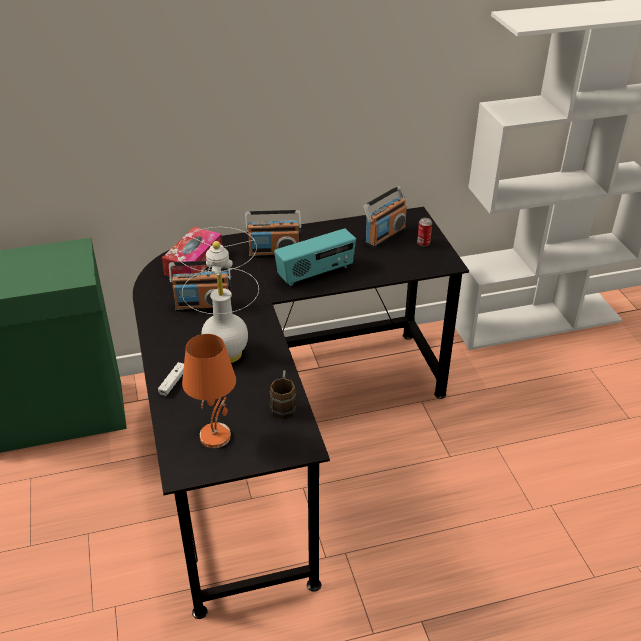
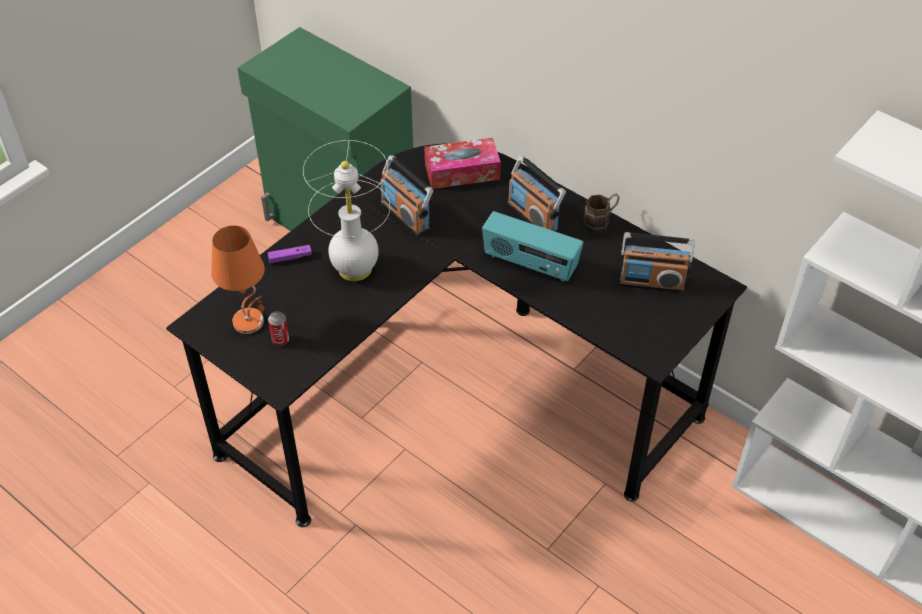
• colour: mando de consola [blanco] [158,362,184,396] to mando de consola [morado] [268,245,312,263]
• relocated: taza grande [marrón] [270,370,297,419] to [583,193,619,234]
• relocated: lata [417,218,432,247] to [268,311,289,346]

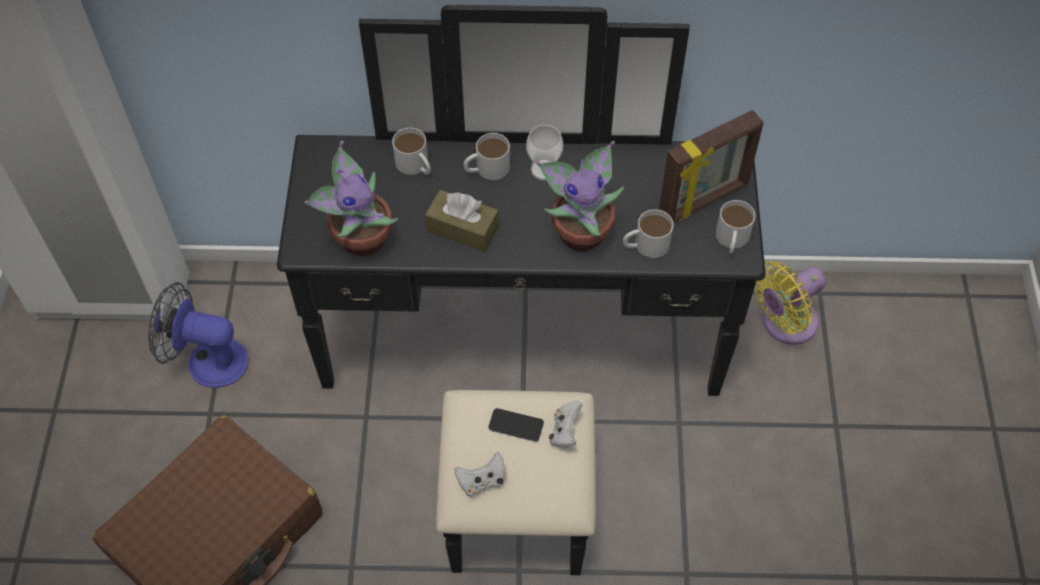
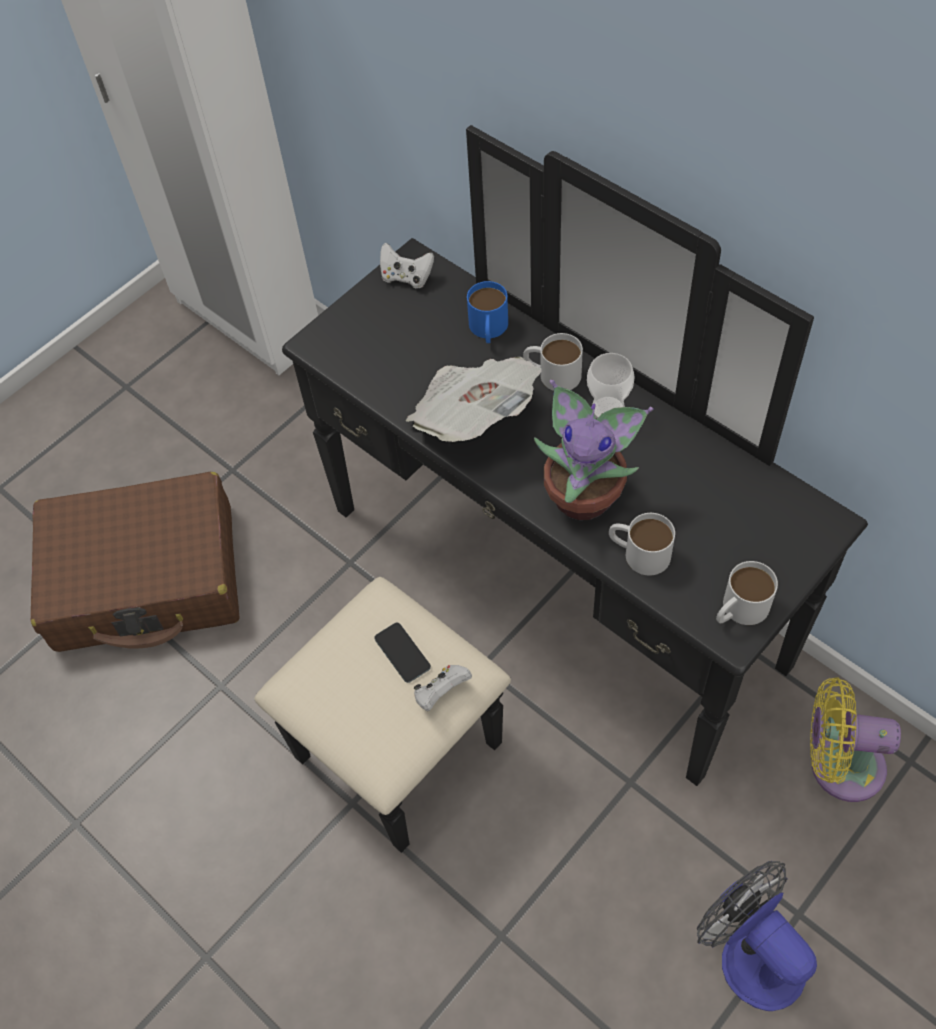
• relocated: ventilador [148,282,249,388] to [697,861,817,1011]
• missing: planta en maceta [305,140,398,256]
• colour: taza grande [blanco] [392,128,431,175] to taza grande [azul] [467,281,508,343]
• exchanged: caja de pañuelos [marrón] [425,190,499,252] to periódico [405,357,542,442]
• relocated: mando de consola [blanco] [454,452,505,497] to [380,243,434,289]
• missing: portarretratos [659,110,764,222]

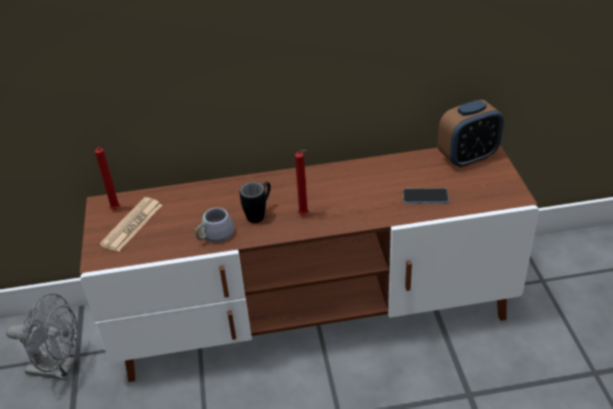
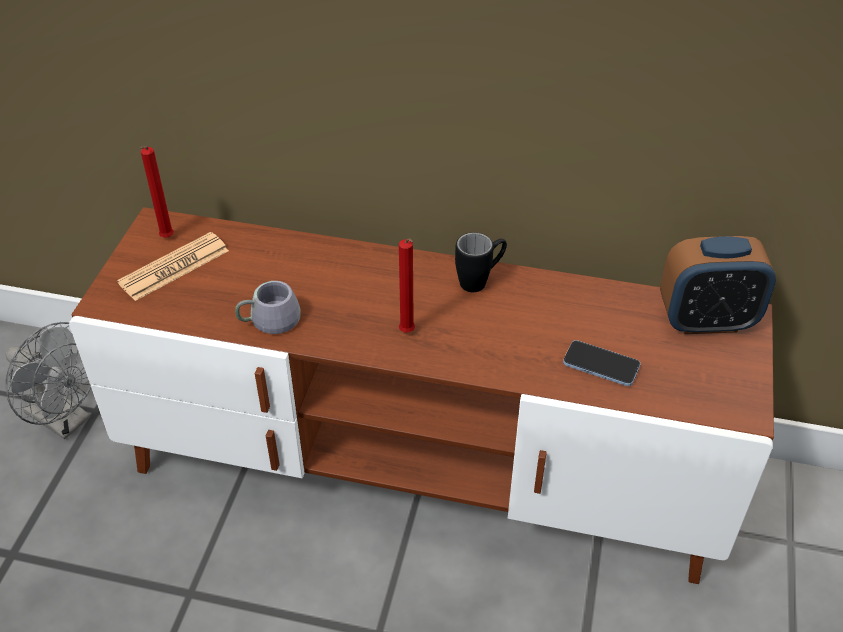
• relocated: taza grande [negro] [240,182,271,223] to [455,232,507,292]

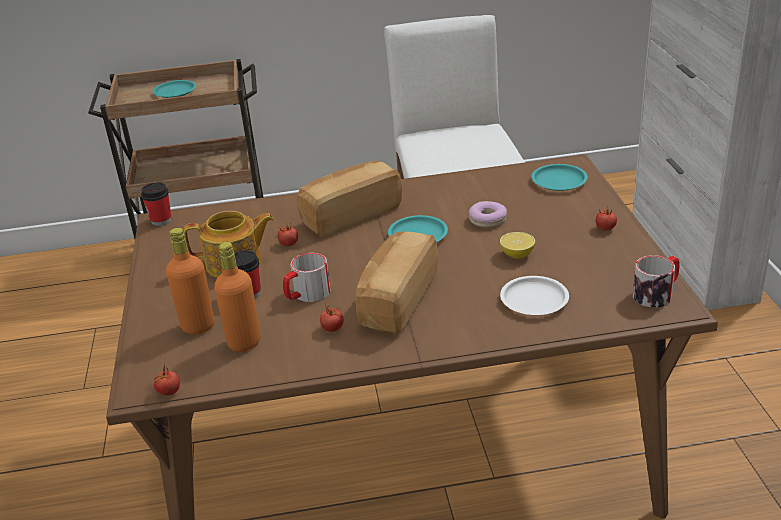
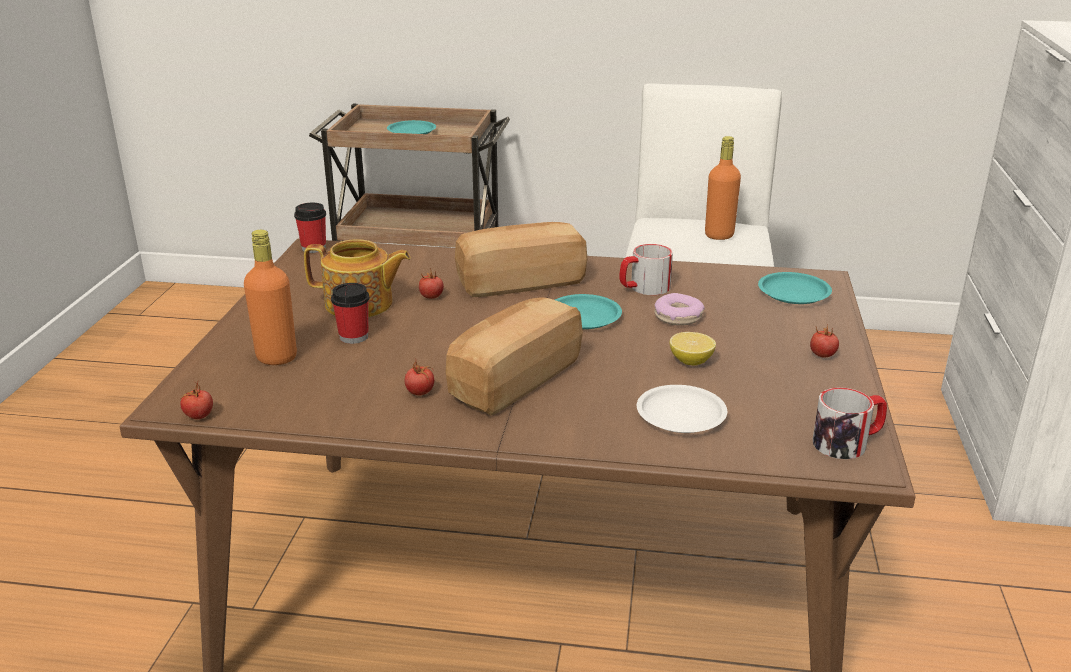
• relocated: botella [naranja] [214,242,260,352] to [705,136,741,240]
• relocated: taza grande [283,253,331,302] to [619,244,673,295]

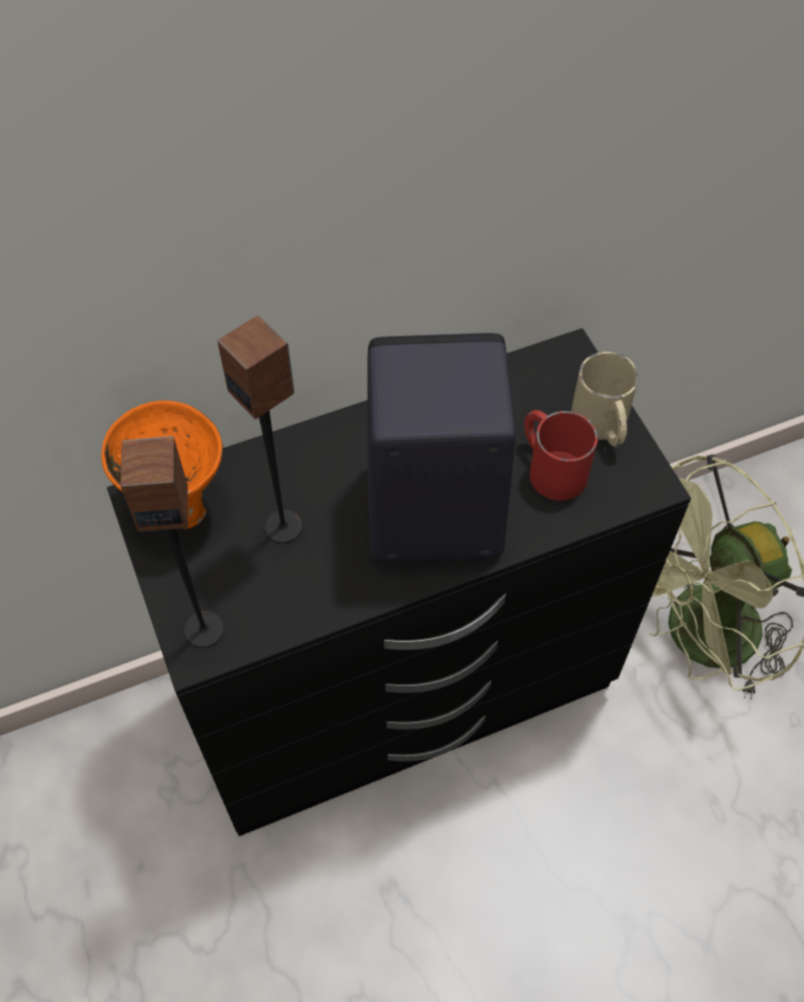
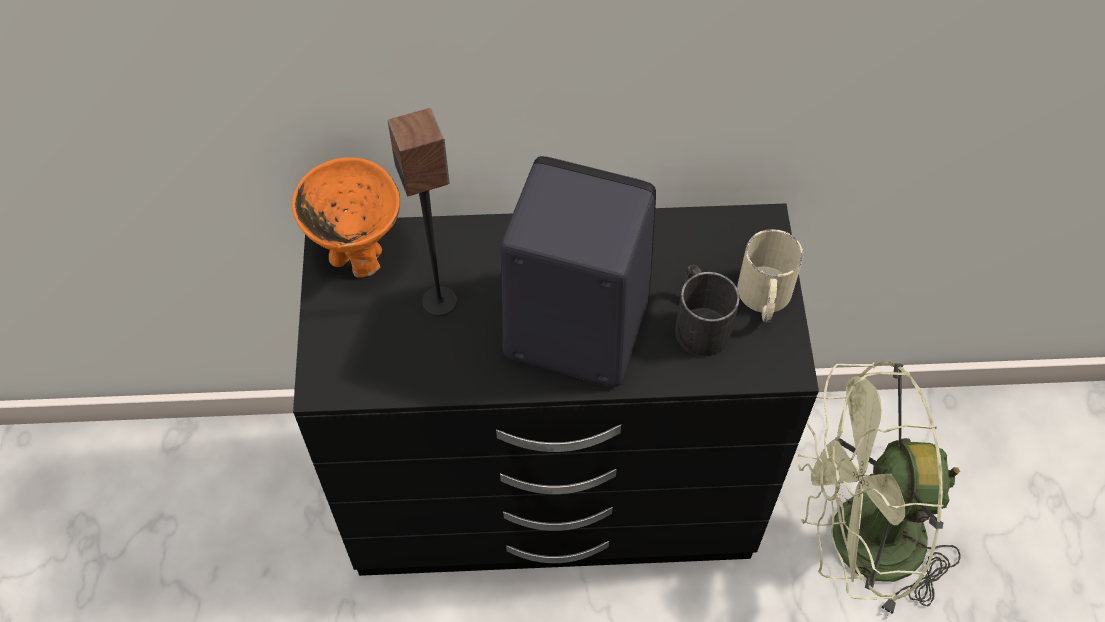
• missing: altavoz [121,436,224,648]
• colour: taza grande [rojo] [524,410,598,500] to taza grande [negro] [675,265,740,357]

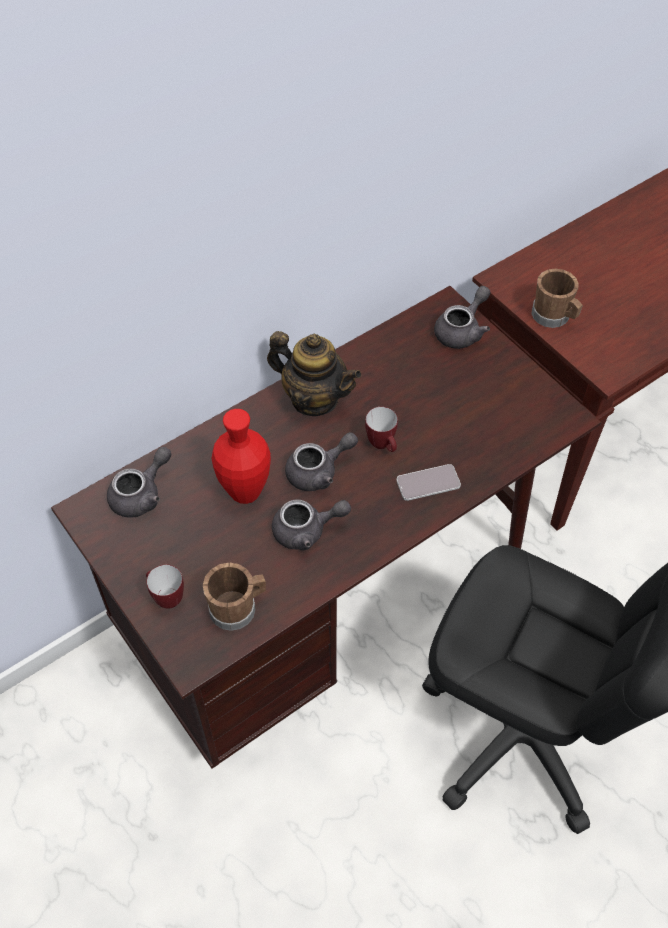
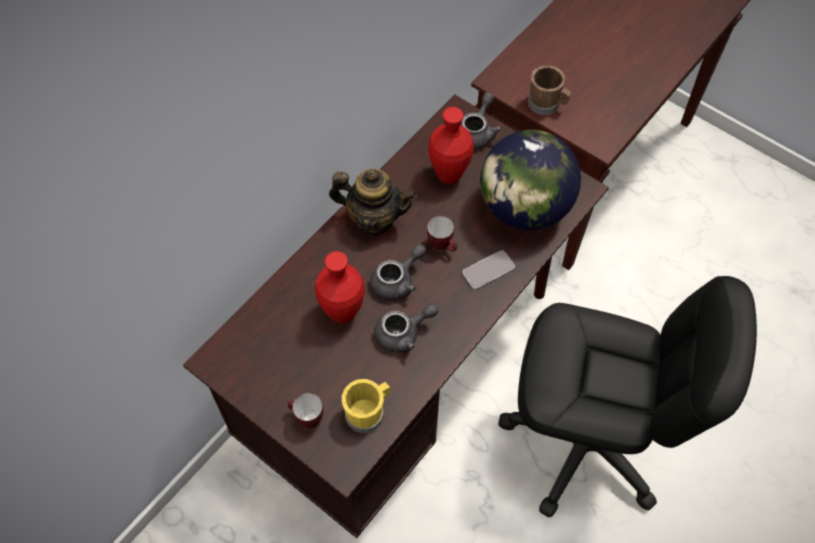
• missing: tetera [gris] [107,447,171,518]
• colour: taza grande [marrón] [203,563,266,631] to taza grande [amarillo] [342,379,390,433]
• appeared: florero [rojo] [428,107,474,184]
• appeared: globo terráqueo [480,130,581,230]

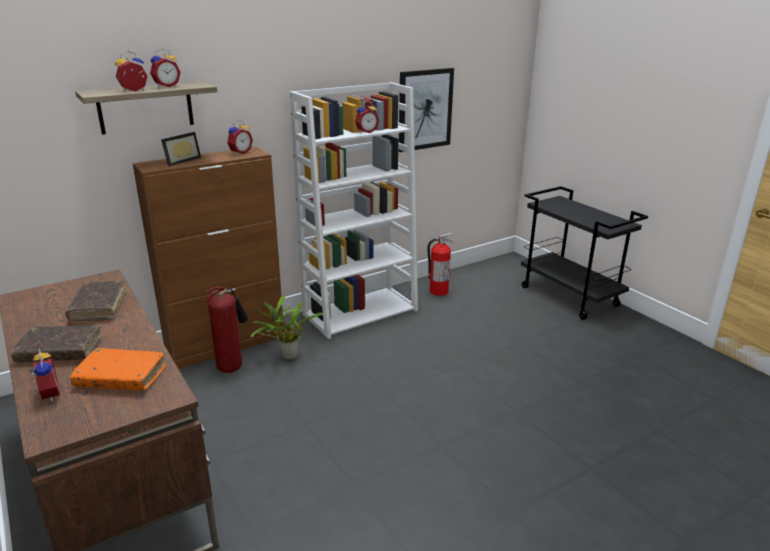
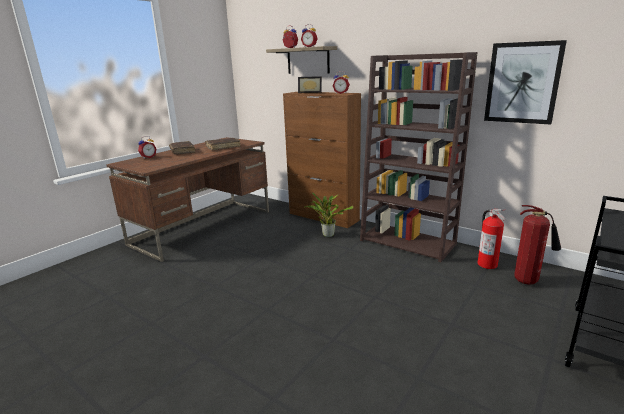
• missing: libro [naranja] [70,348,166,391]
• relocated: extintor [205,287,248,373] to [515,205,561,285]
• colour: estantería [blanco] [290,82,418,339] to estantería [marrón] [360,52,478,262]
• missing: despertador [355,101,379,133]

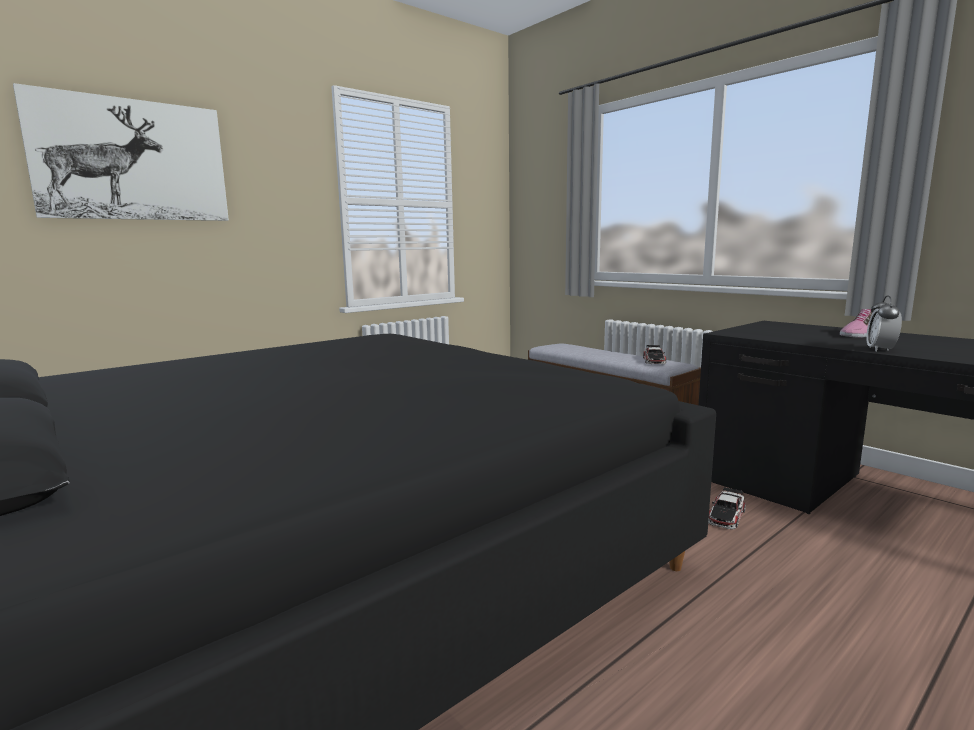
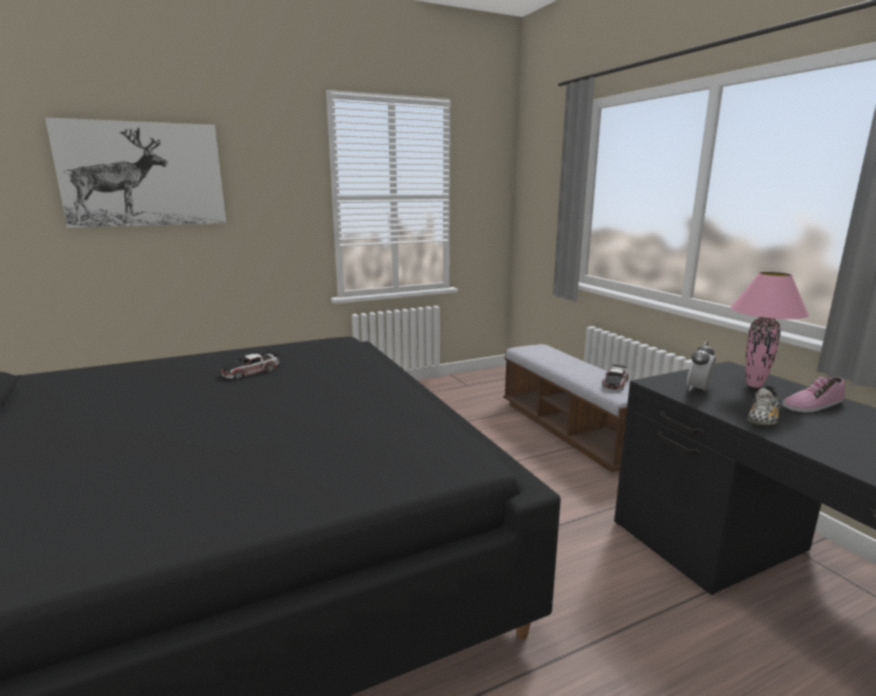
• relocated: coche de juguete [708,487,746,529] to [221,350,279,379]
• relocated: despertador [866,295,902,352] to [687,341,716,391]
• appeared: lámpara de mesa [rosa] [730,272,809,388]
• appeared: zapato [747,385,780,425]

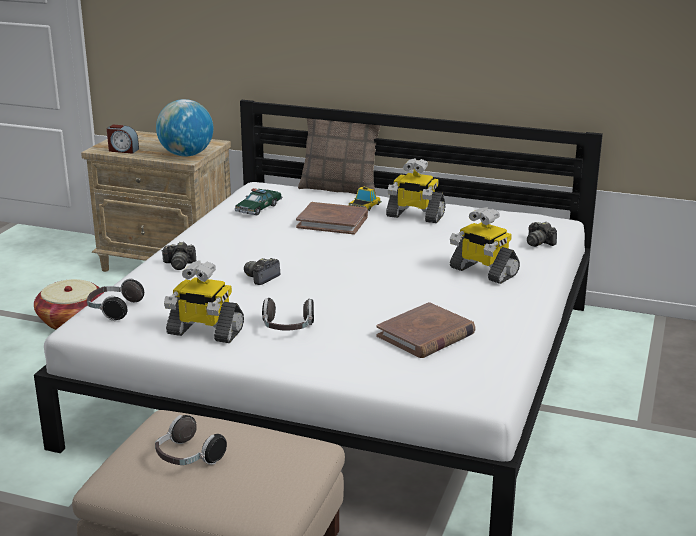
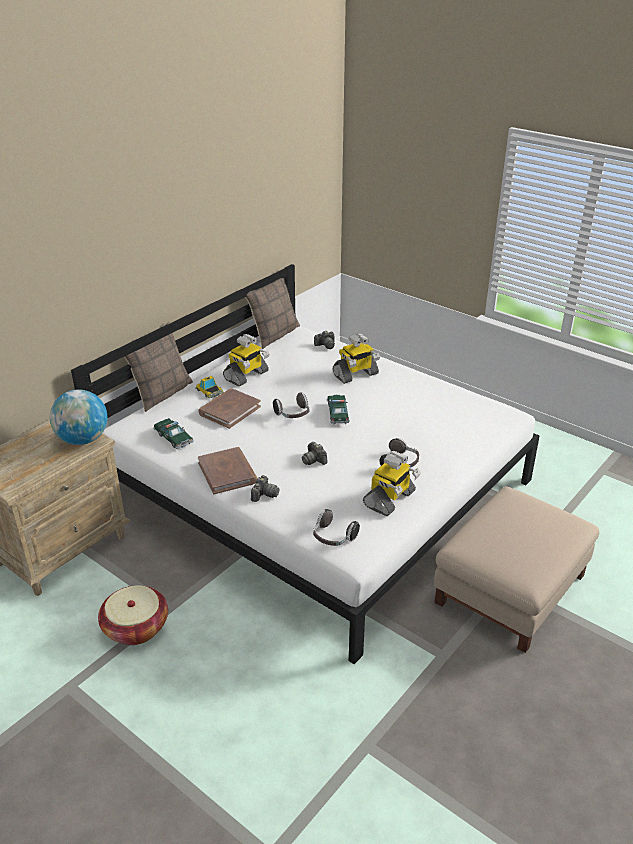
• missing: despertador [107,125,139,154]
• relocated: auriculares [155,415,227,465] to [273,392,309,418]
• relocated: libro [marrón] [376,302,475,358] to [198,447,257,494]
• appeared: cojín [245,278,300,349]
• appeared: coche de juguete [327,395,350,425]

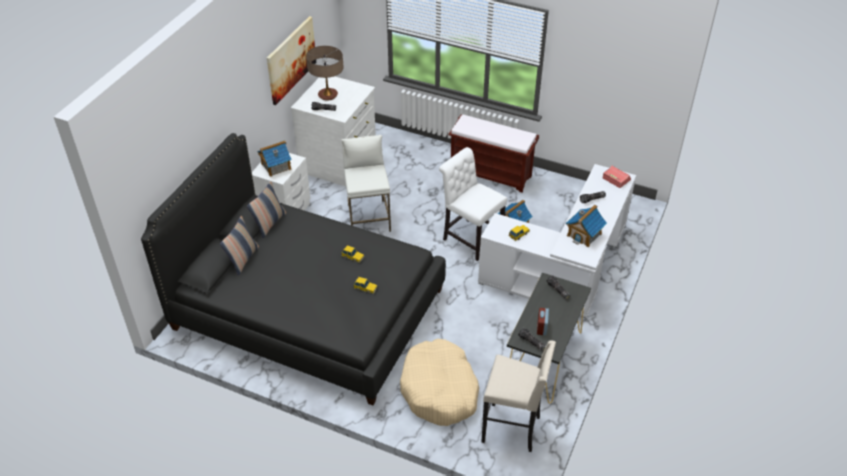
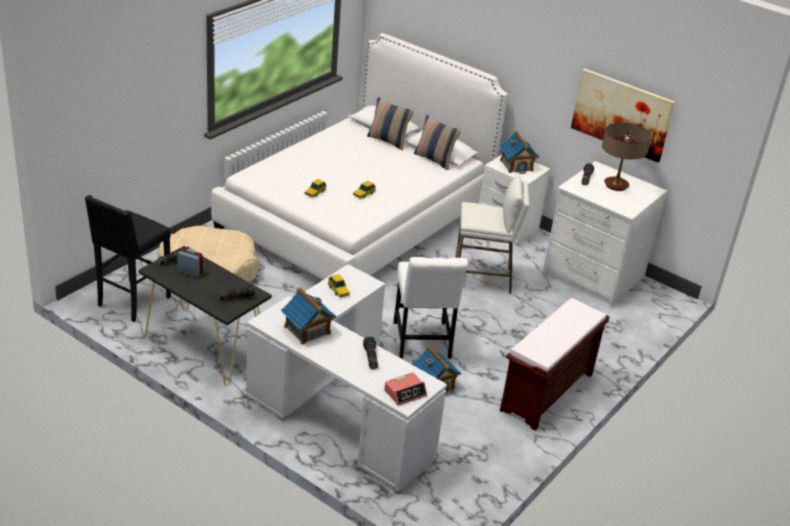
• colour: cama [negro] [141,133,446,405] to cama [blanco] [211,33,508,280]
• spun: silla [blanco] [439,147,507,261] = [393,257,468,359] 120 degrees clockwise
• colour: taburete [beis] [482,340,556,452] to taburete [negro] [85,195,171,322]

